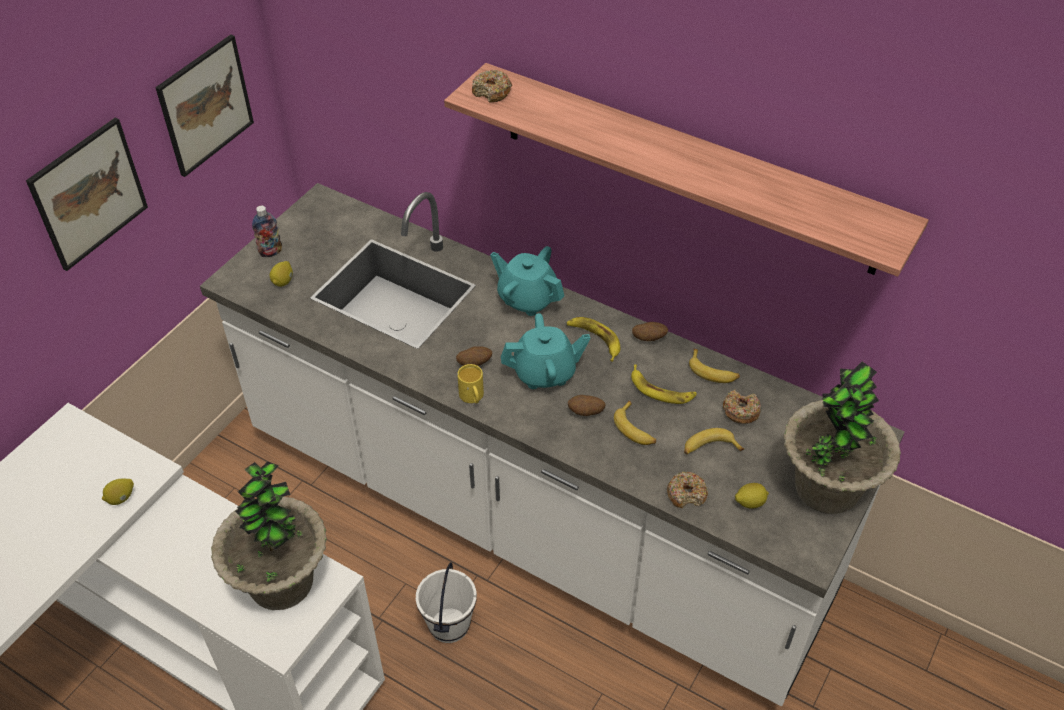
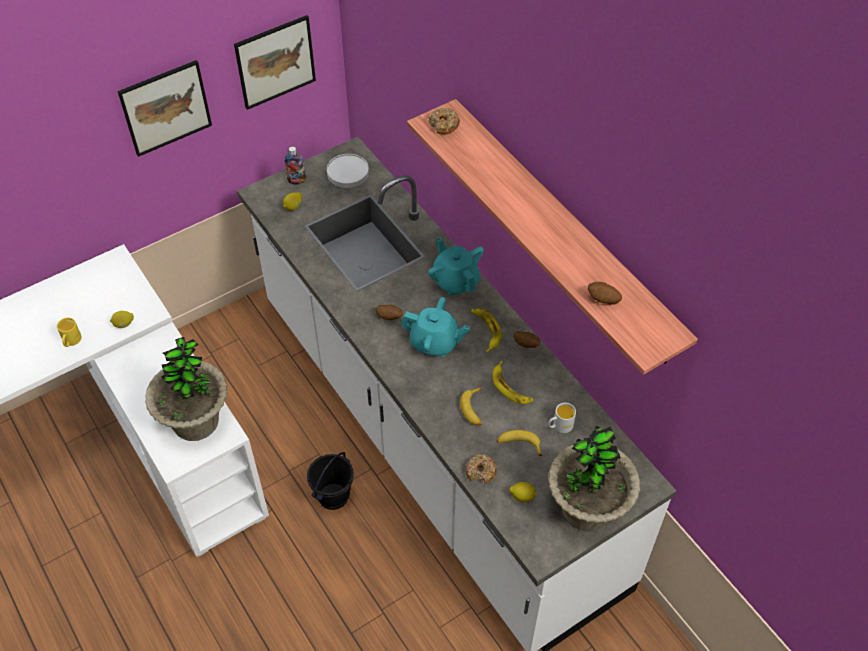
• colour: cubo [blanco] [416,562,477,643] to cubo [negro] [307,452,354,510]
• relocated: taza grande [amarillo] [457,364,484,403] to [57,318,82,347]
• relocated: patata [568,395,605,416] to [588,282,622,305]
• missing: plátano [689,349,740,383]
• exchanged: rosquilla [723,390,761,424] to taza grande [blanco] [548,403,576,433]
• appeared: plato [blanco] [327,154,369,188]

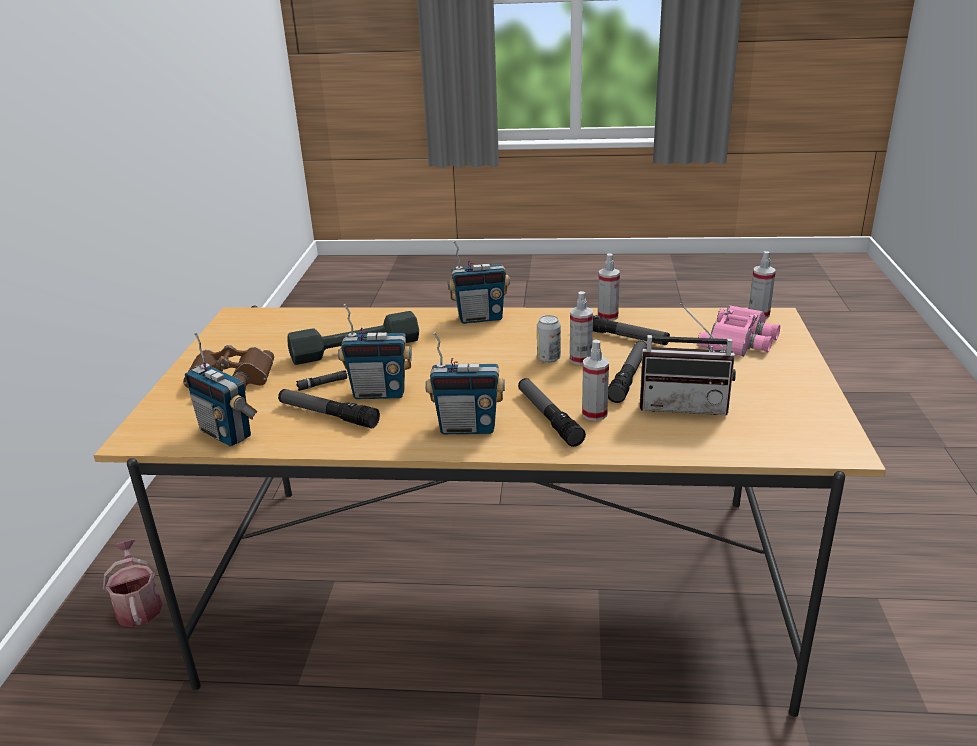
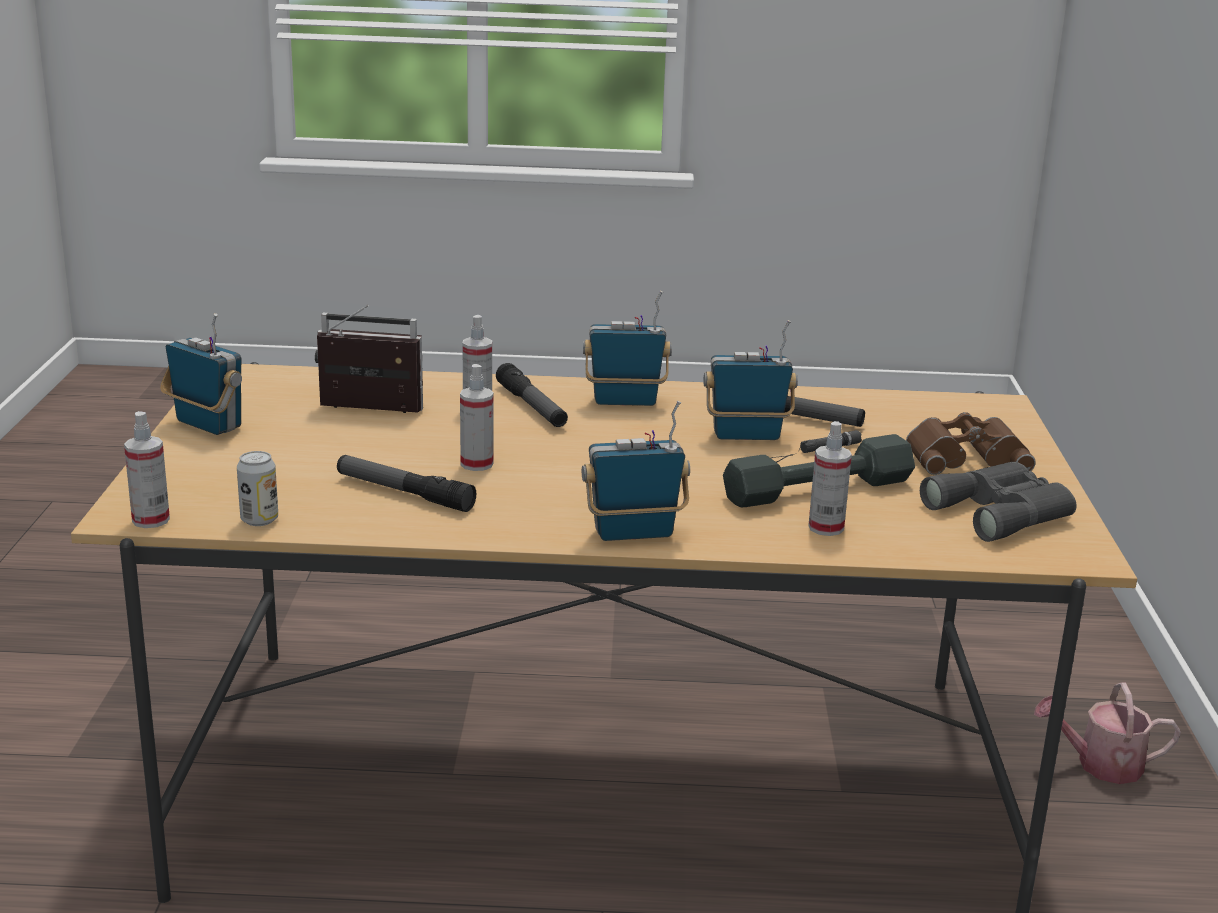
• spun: regadera [103,540,163,627] = [1034,682,1181,784] 120 degrees clockwise
• relocated: radio [185,333,258,447] to [160,313,242,435]
• relocated: lata [537,315,561,363] to [237,451,278,526]
• relocated: pulverizador [598,253,620,321] to [808,421,852,536]
• missing: linterna [608,341,647,403]
• missing: prismáticos [rosa] [697,305,780,356]
• appeared: prismáticos [gris] [920,462,1077,542]

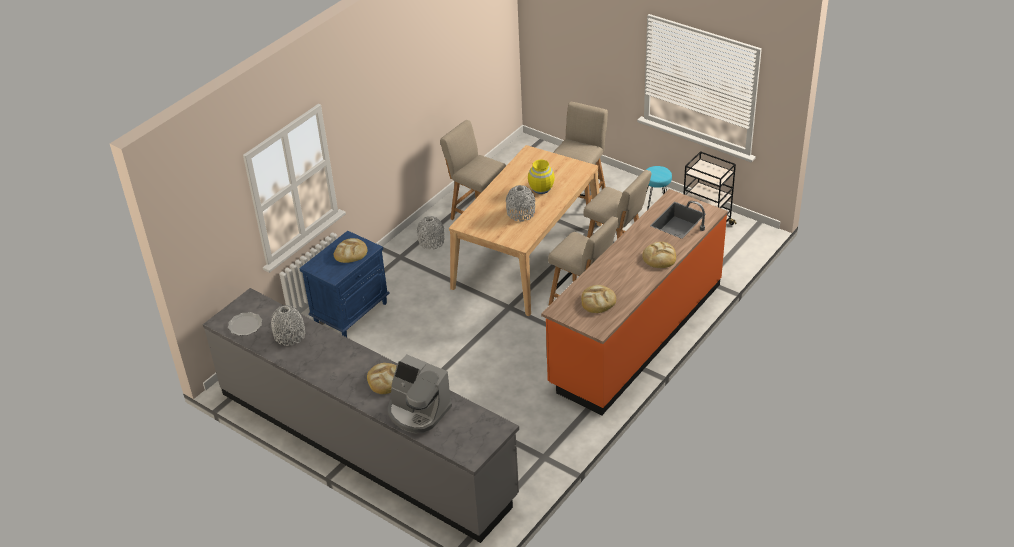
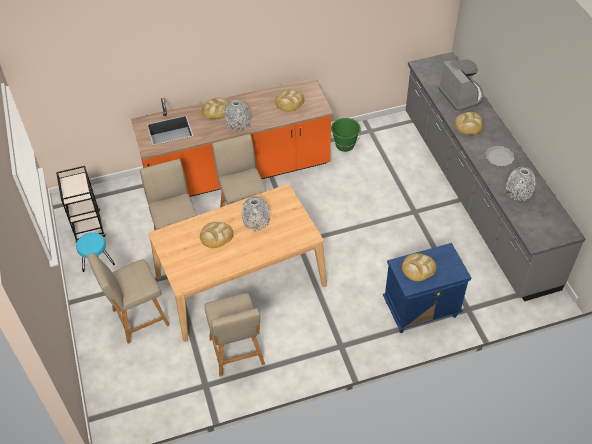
• relocated: plato [228,312,262,336] to [485,146,514,166]
• relocated: florero [gris] [417,216,445,250] to [224,99,250,131]
• exchanged: florero [amarillo] [528,159,555,194] to pan [200,222,234,248]
• appeared: cubo [verde] [331,118,361,152]

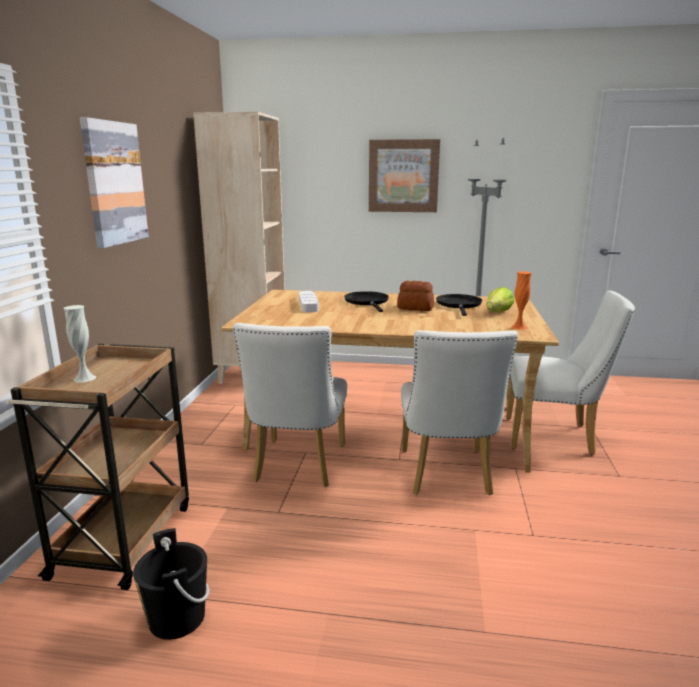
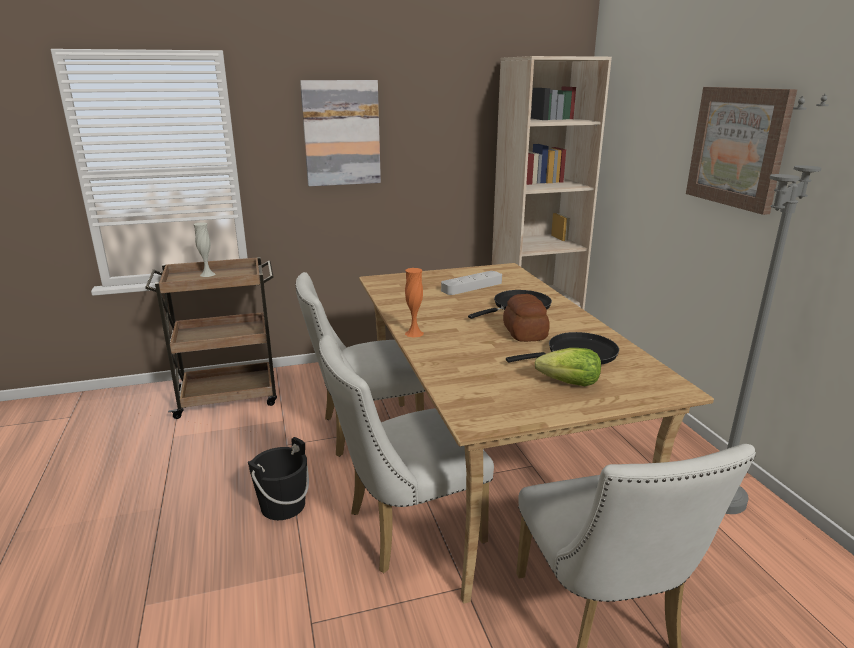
• relocated: cubo [negro] [133,528,210,640] to [248,437,309,520]
• relocated: florero [naranja] [511,271,532,330] to [405,268,424,338]

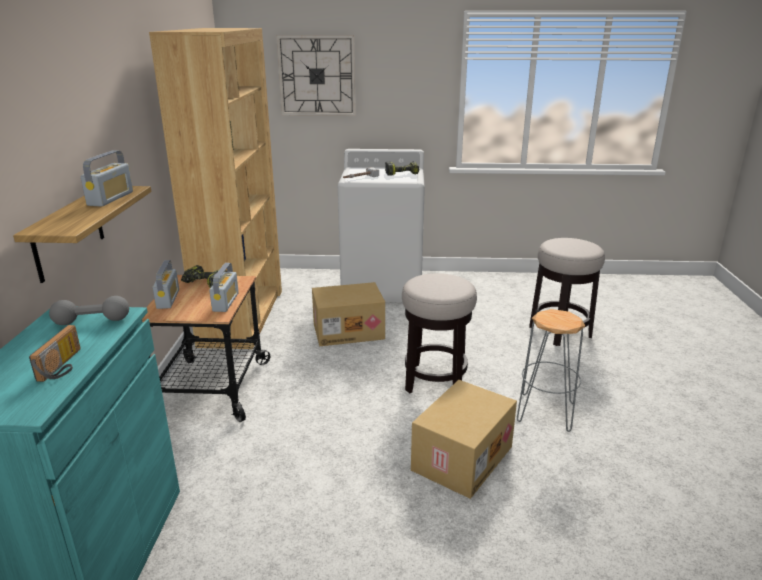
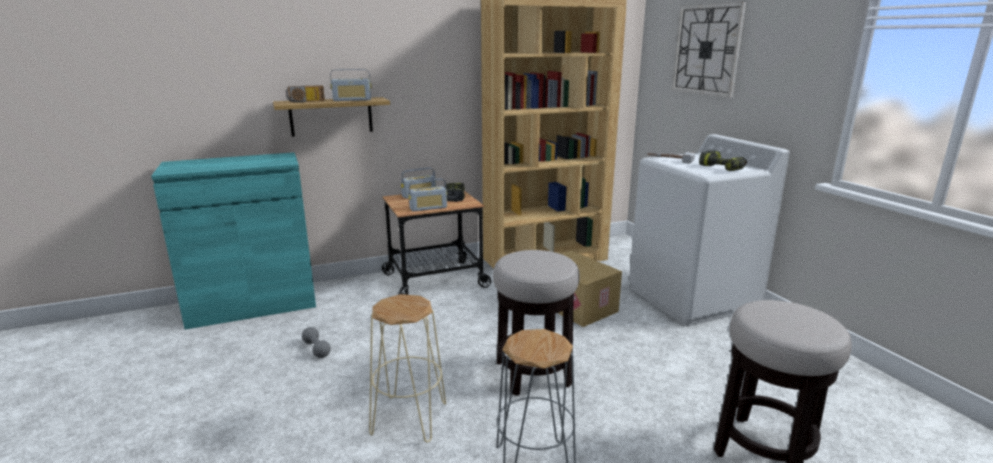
• relocated: radio [29,325,81,382] to [286,85,325,103]
• relocated: mancuerna [gris] [49,296,129,325] to [302,327,331,358]
• exchanged: caja de cartón [411,380,517,499] to taburete [beis] [369,294,446,442]

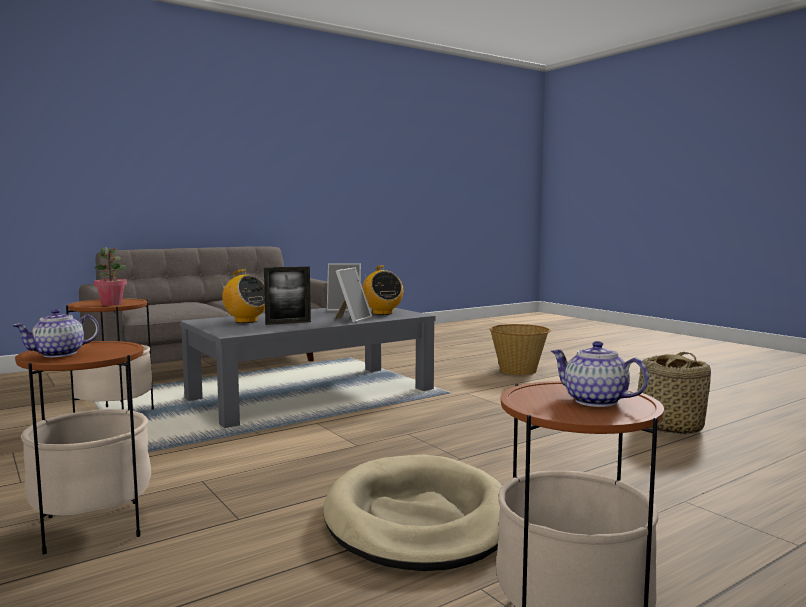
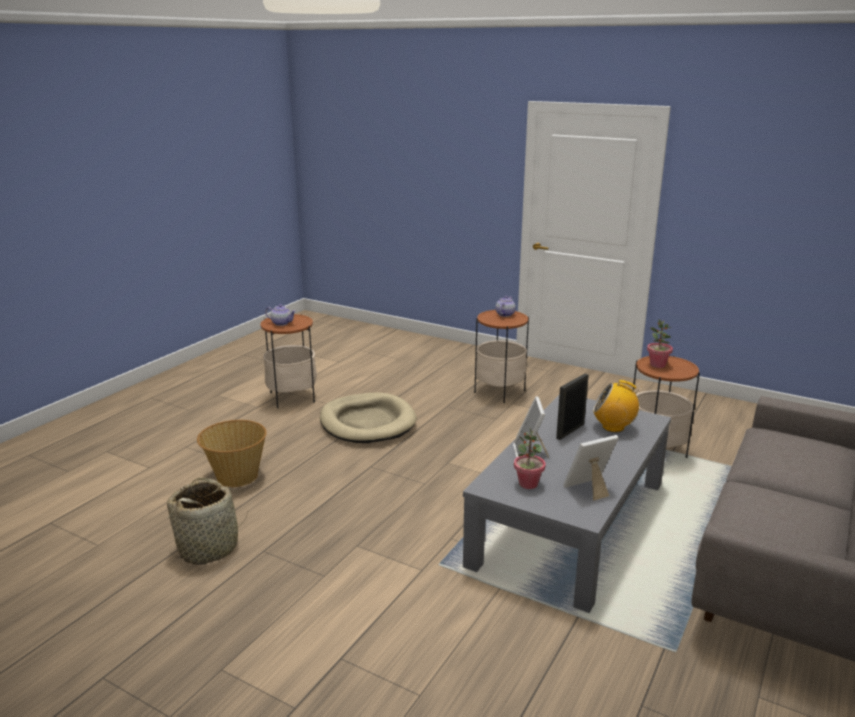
• exchanged: radio [362,265,403,315] to planta en maceta [514,428,546,489]
• relocated: cesta [490,324,551,375] to [197,420,267,487]

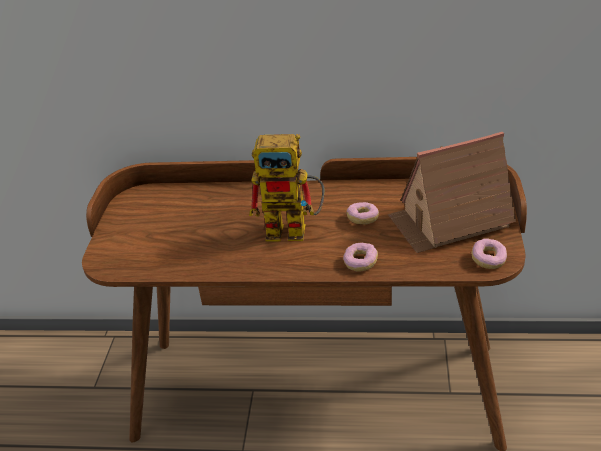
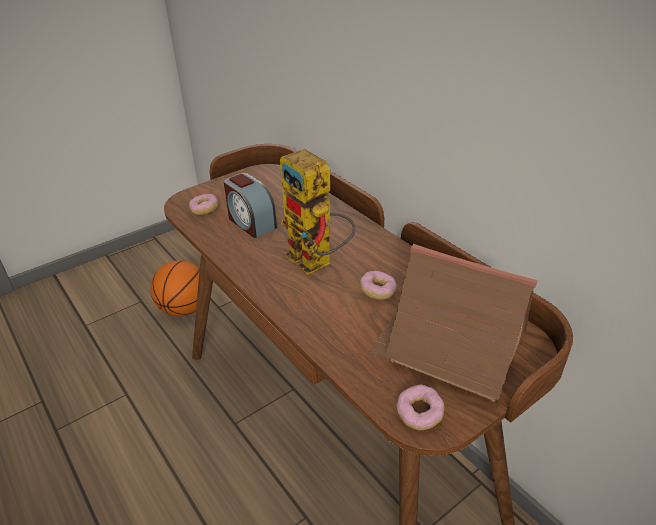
• relocated: rosquilla [343,243,378,272] to [189,194,219,215]
• appeared: balón de baloncesto [150,260,200,316]
• appeared: despertador [224,173,277,238]

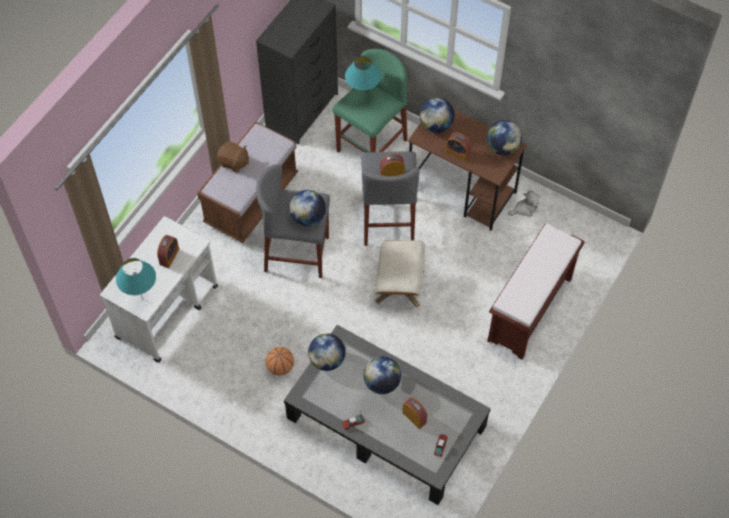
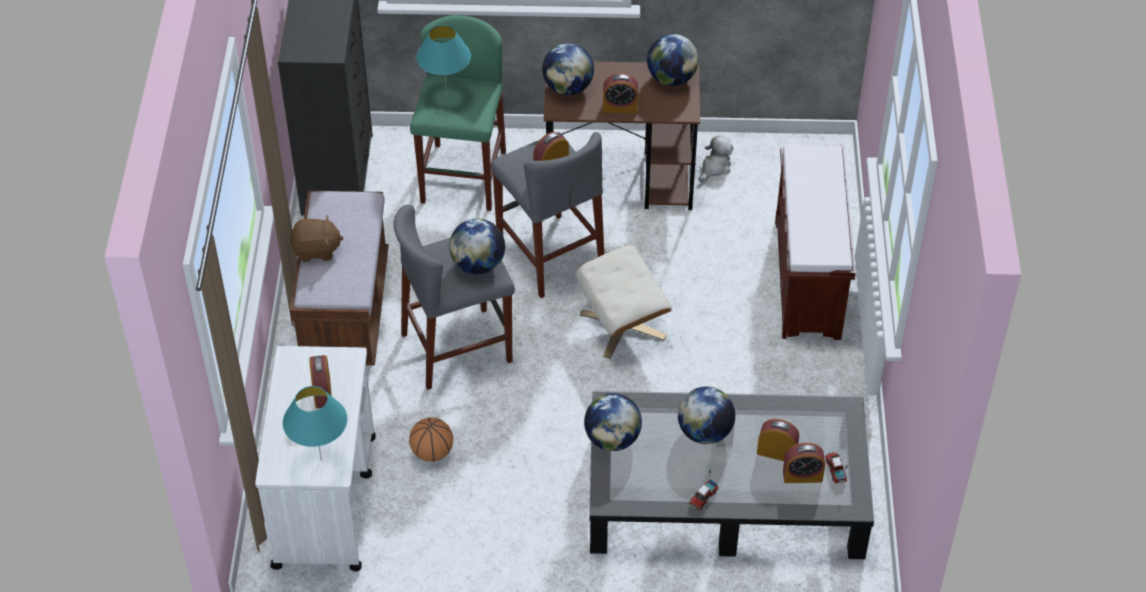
• relocated: balón de baloncesto [266,347,294,376] to [409,418,453,462]
• appeared: despertador [783,443,825,483]

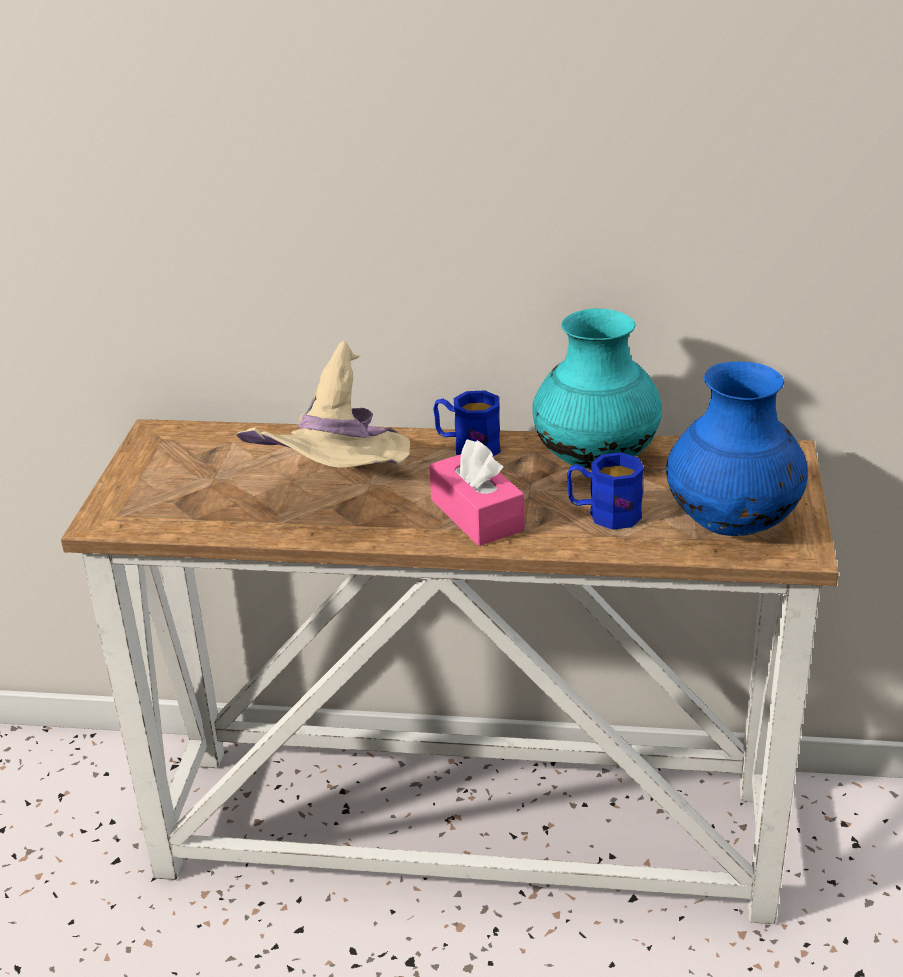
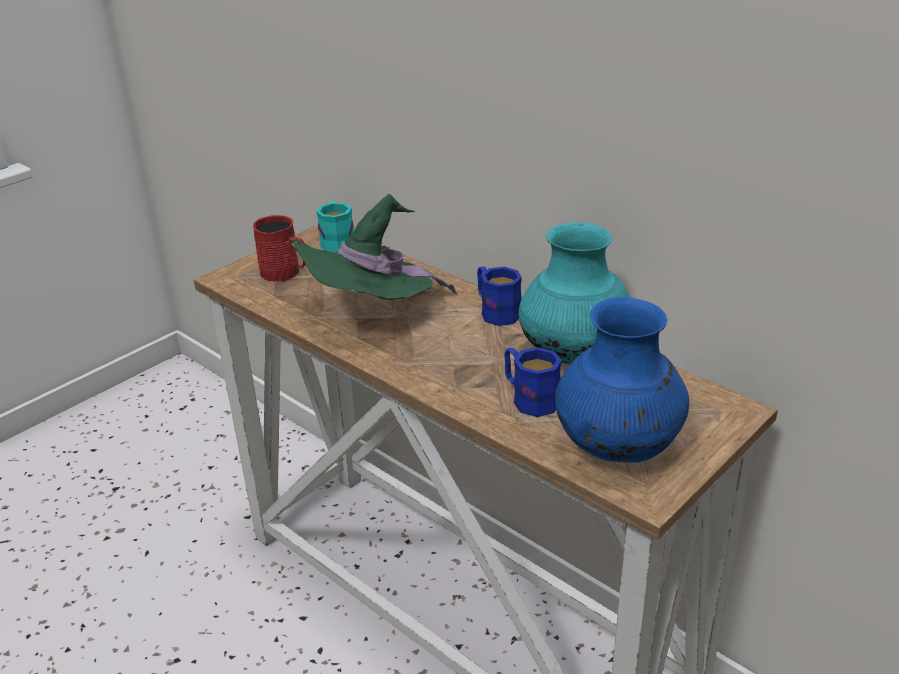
• colour: sombrero [beis] [237,341,410,468] to sombrero [verde] [291,194,457,300]
• missing: caja de pañuelos [rosa] [429,440,525,546]
• appeared: taza grande [rojo] [253,215,305,282]
• appeared: taza grande [turquesa] [316,201,353,253]

